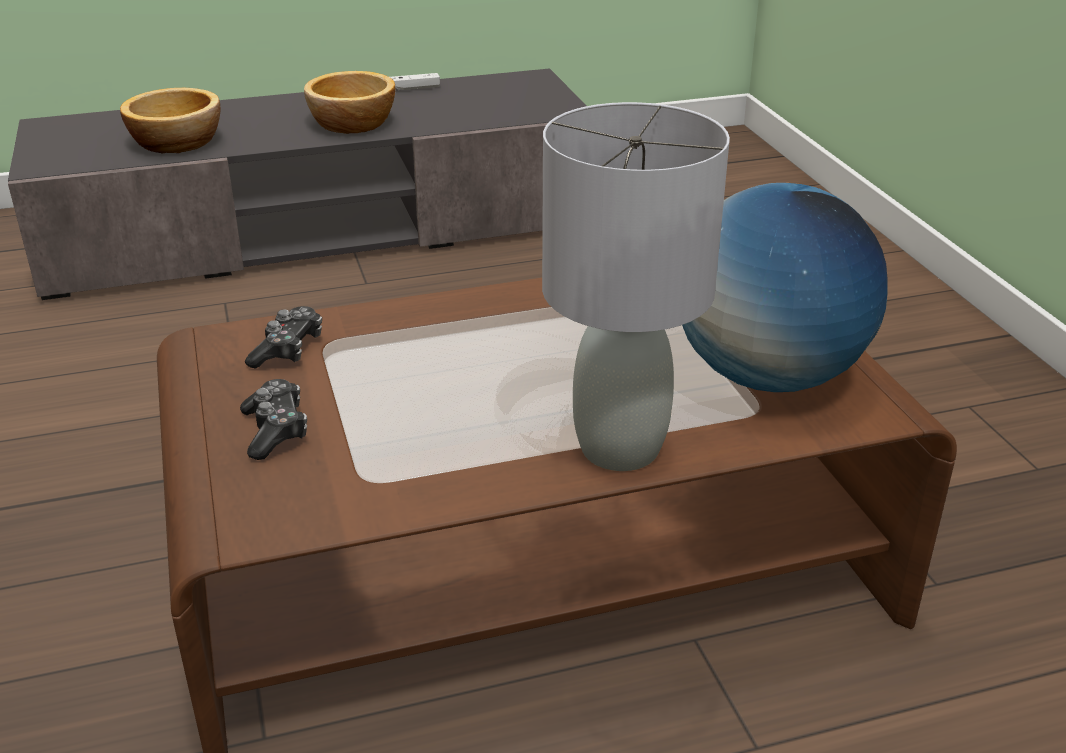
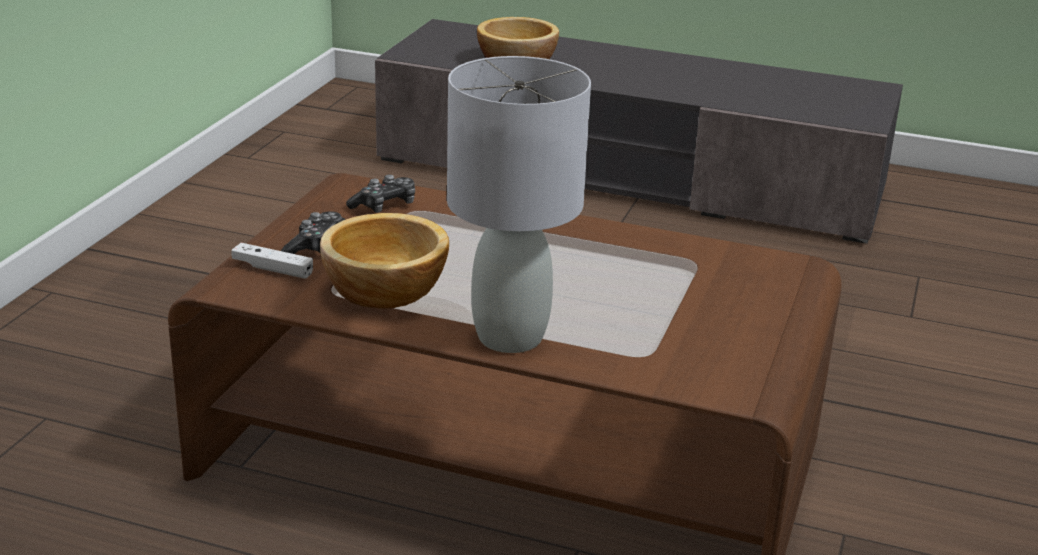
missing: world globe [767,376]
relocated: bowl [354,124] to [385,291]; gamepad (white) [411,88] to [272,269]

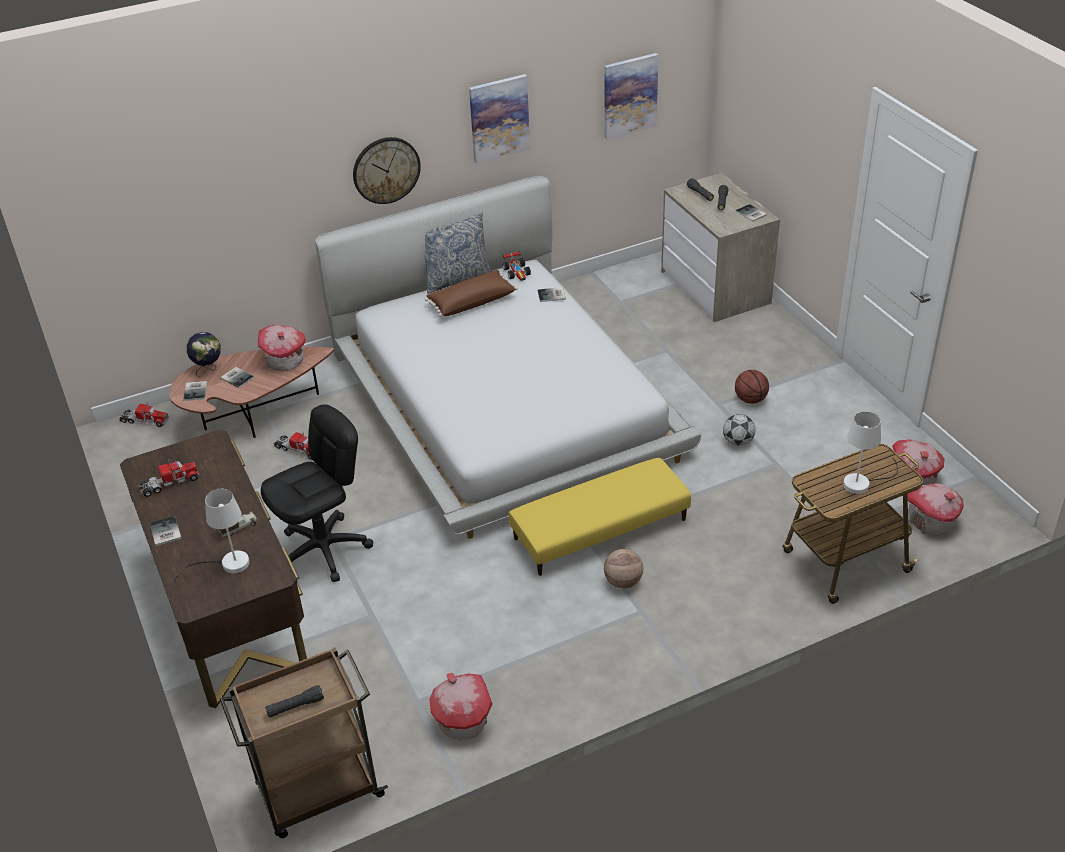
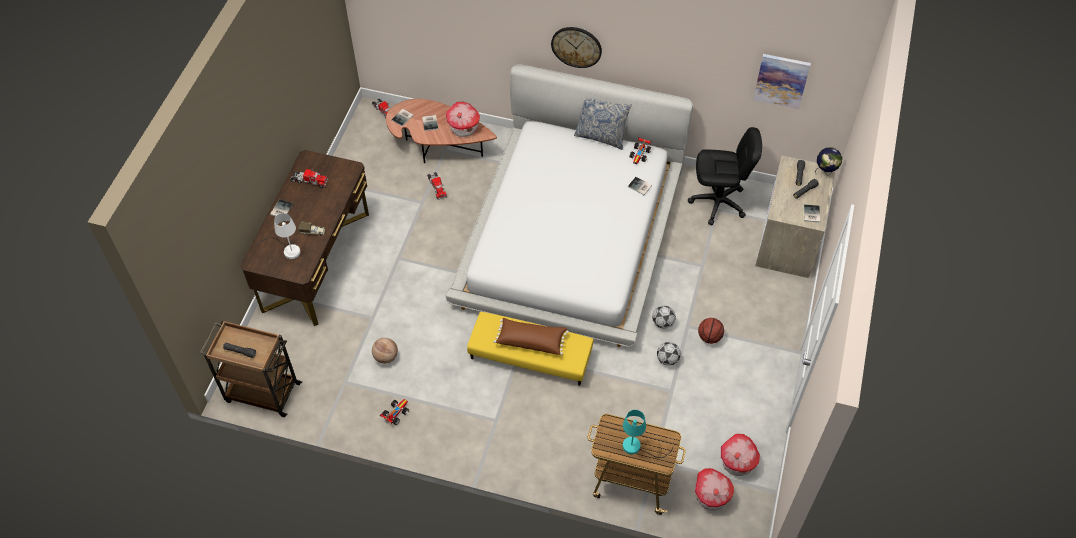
missing: miniature house [462,721]; wall art [499,118]
appeared: toy car [395,413]; football [662,323]
relocated: world globe [208,369] to [825,172]; office chair (black) [324,549] to [718,203]; cushion (brownish) [471,302] to [531,340]; ball for basketball [623,582] to [386,357]
colour: tabletop lamp (white) [862,482] to tabletop lamp (blue-green) [637,447]

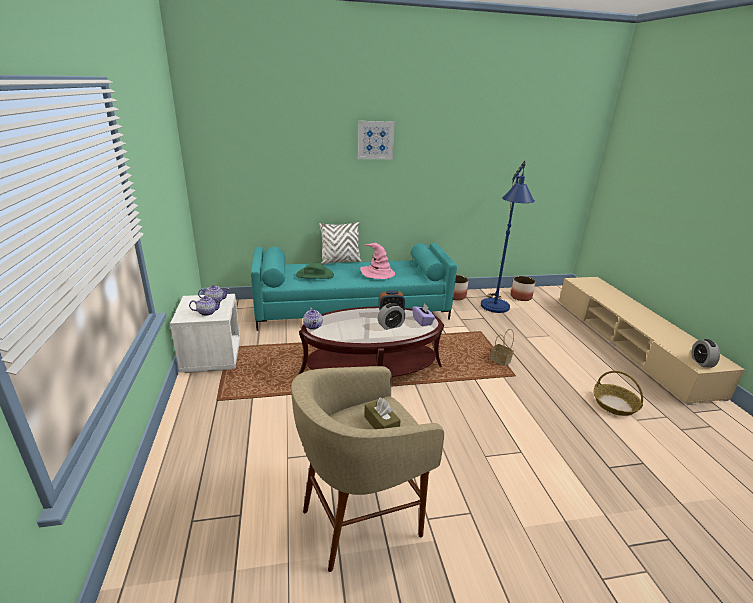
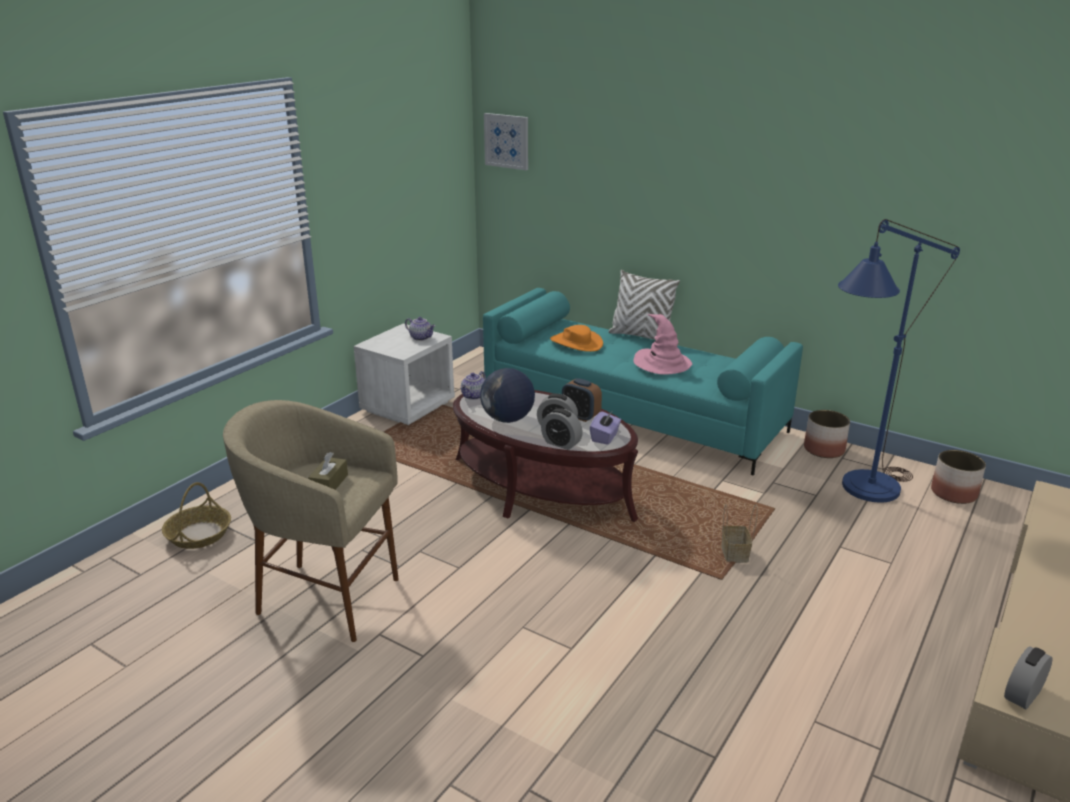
missing: tea pot [207,312]
appeared: world globe [507,419]; alarm clock [561,443]
relocated: wall art [375,140] to [507,141]; basket [614,404] to [199,534]
colour: wearable hat (green-coloured) [314,275] to wearable hat (orangey) [576,343]

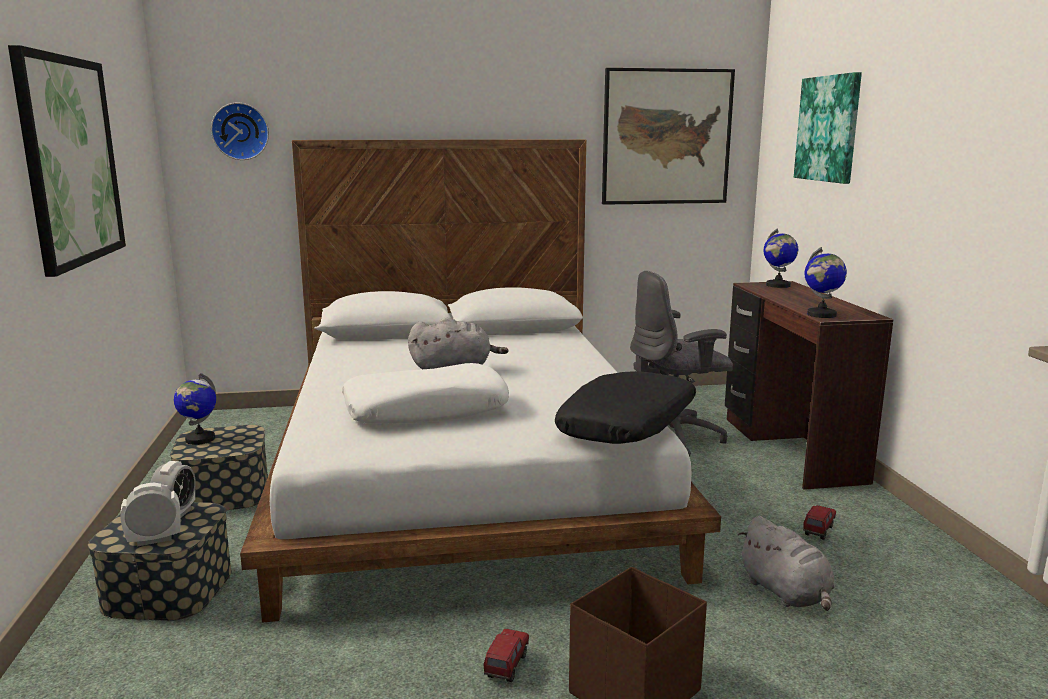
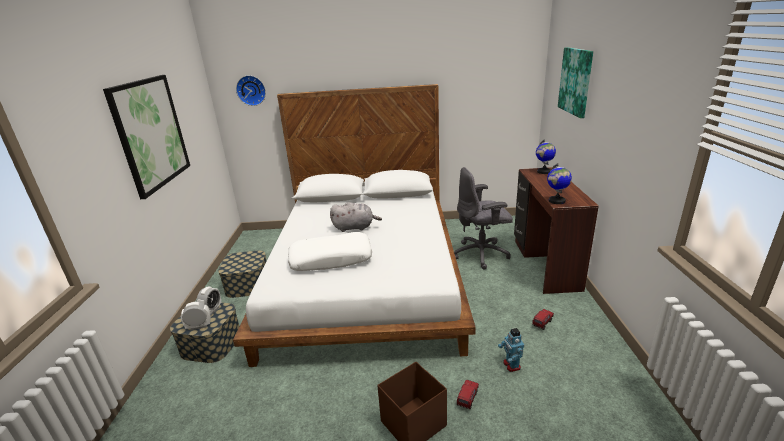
missing: world globe [199,439]; cushion (black) [628,425]; wall art [666,137]
relocated: toy truck [506,667] to [467,399]
exchanged: soft toy (greyish) [786,593] to model robot [511,365]

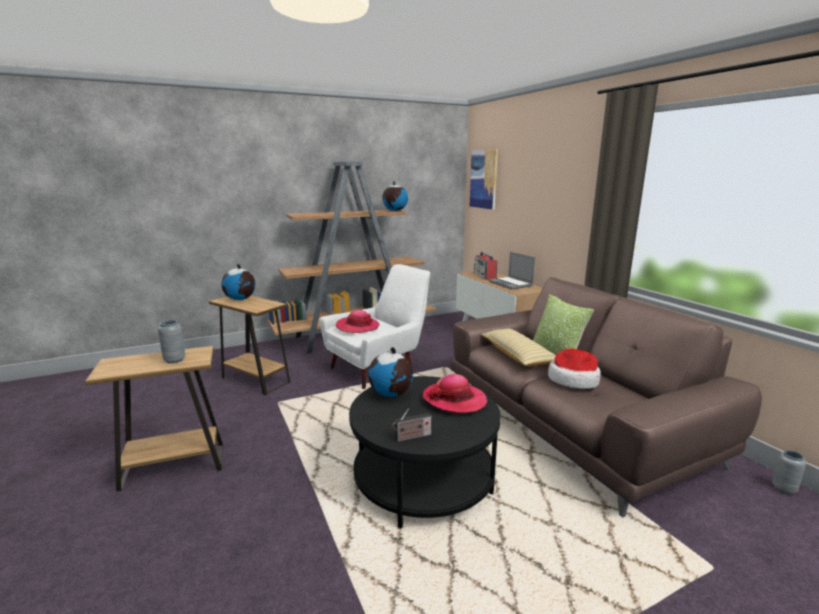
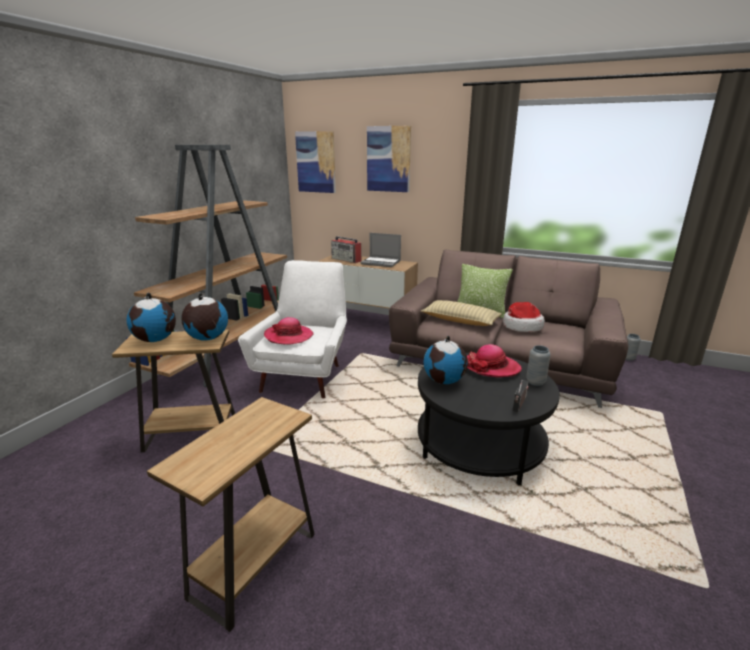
appeared: wall art [388,159]
relocated: vase (greyish) [174,360] to [535,382]; world globe [395,211] to [207,338]

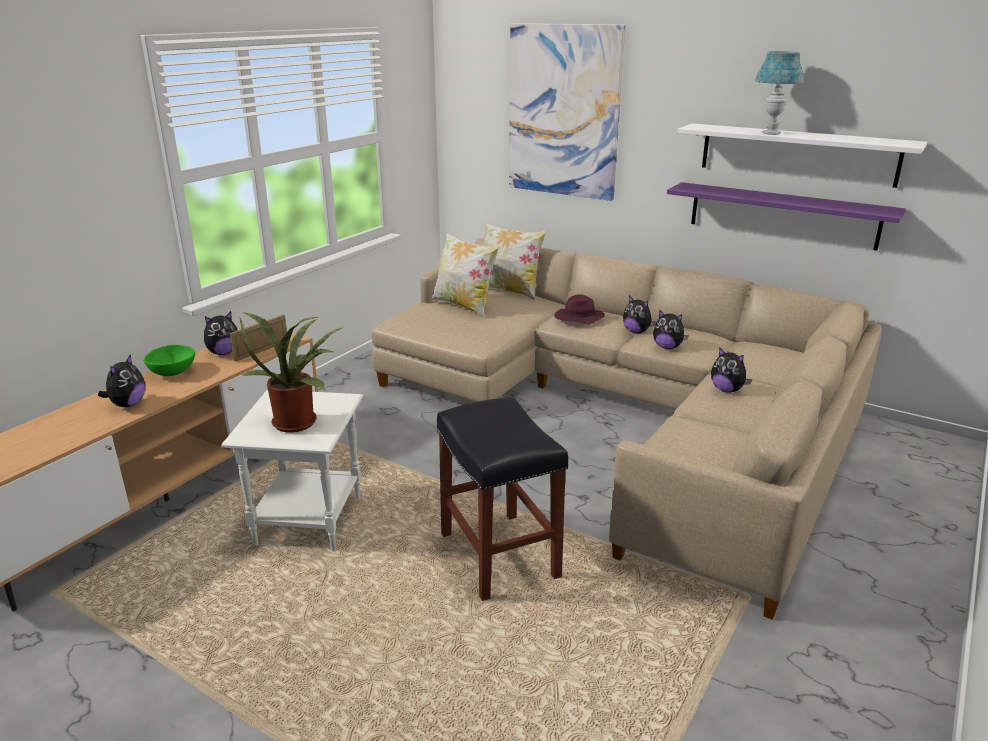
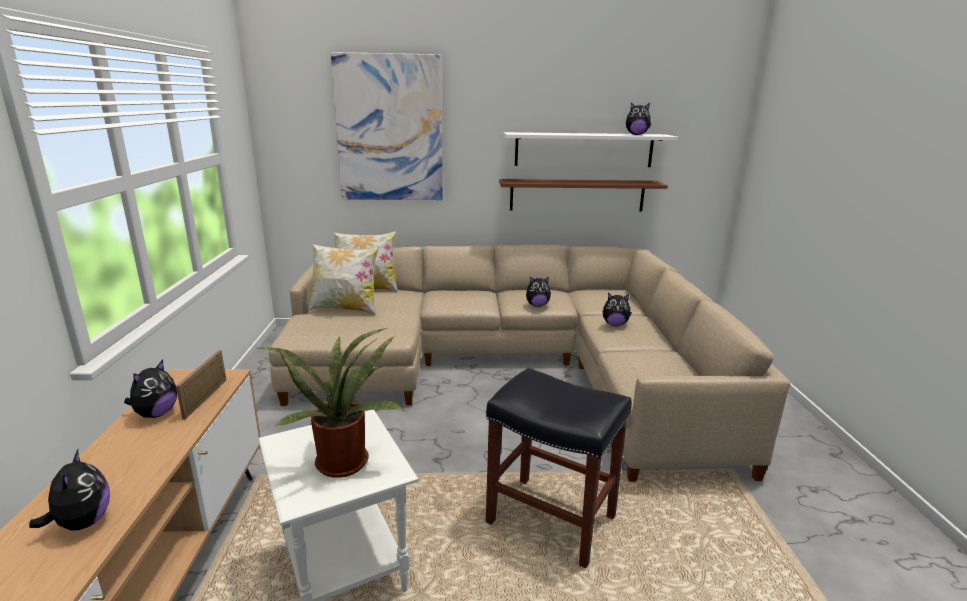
missing: bowl (green-coloured) [172,373]; wearable hat (purplish) [578,319]; tabletop lamp (blue) [771,133]
relocated: soft toy [637,332] to [636,135]
colour: shelf (purplish) [782,215] to shelf (brownish) [577,195]

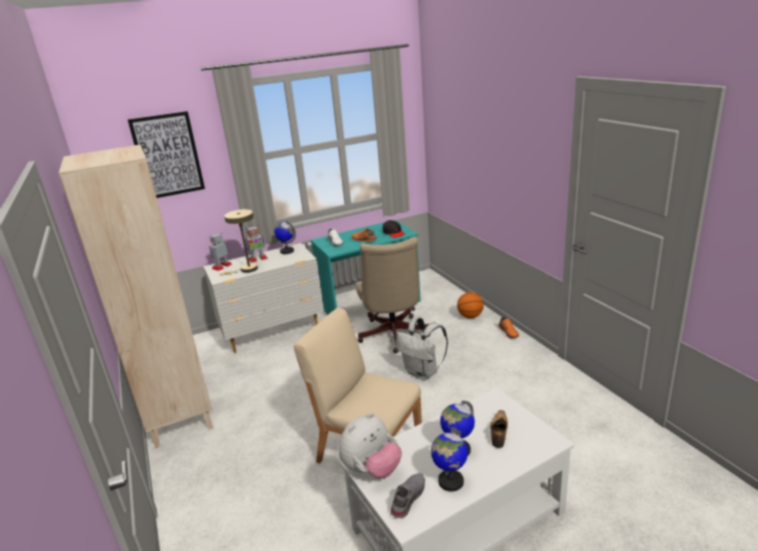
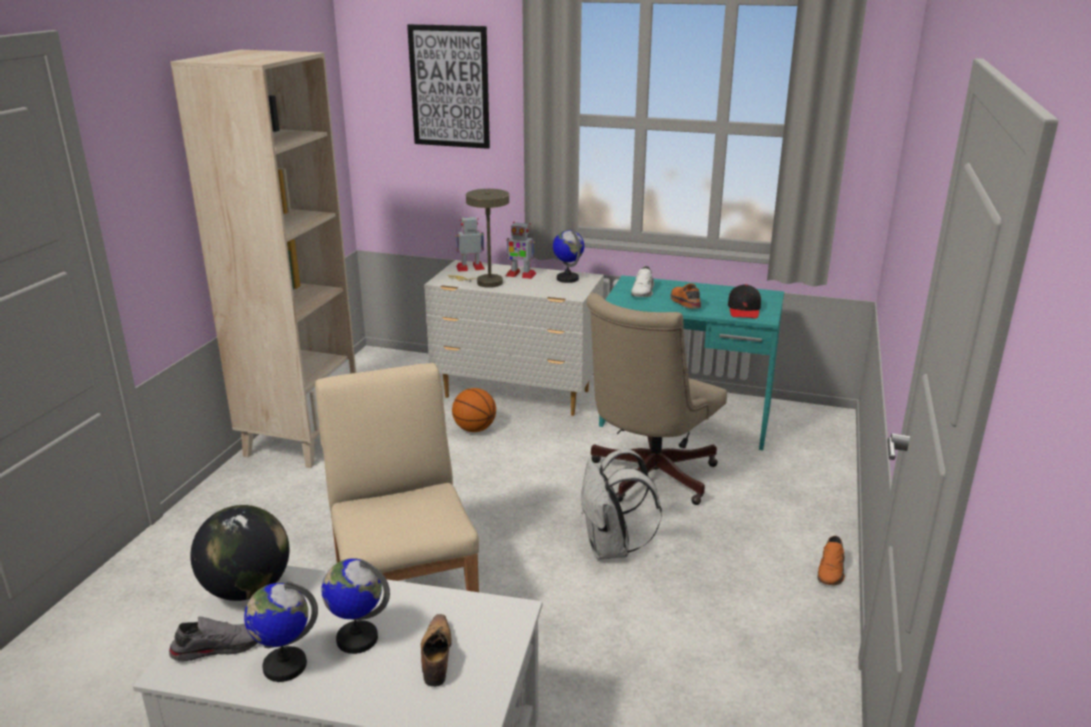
relocated: ball for basketball [470,316] to [474,429]
exchanged: soft toy [372,469] to world globe [247,589]
spun: shoe [499,432] = [436,656] 60 degrees counterclockwise

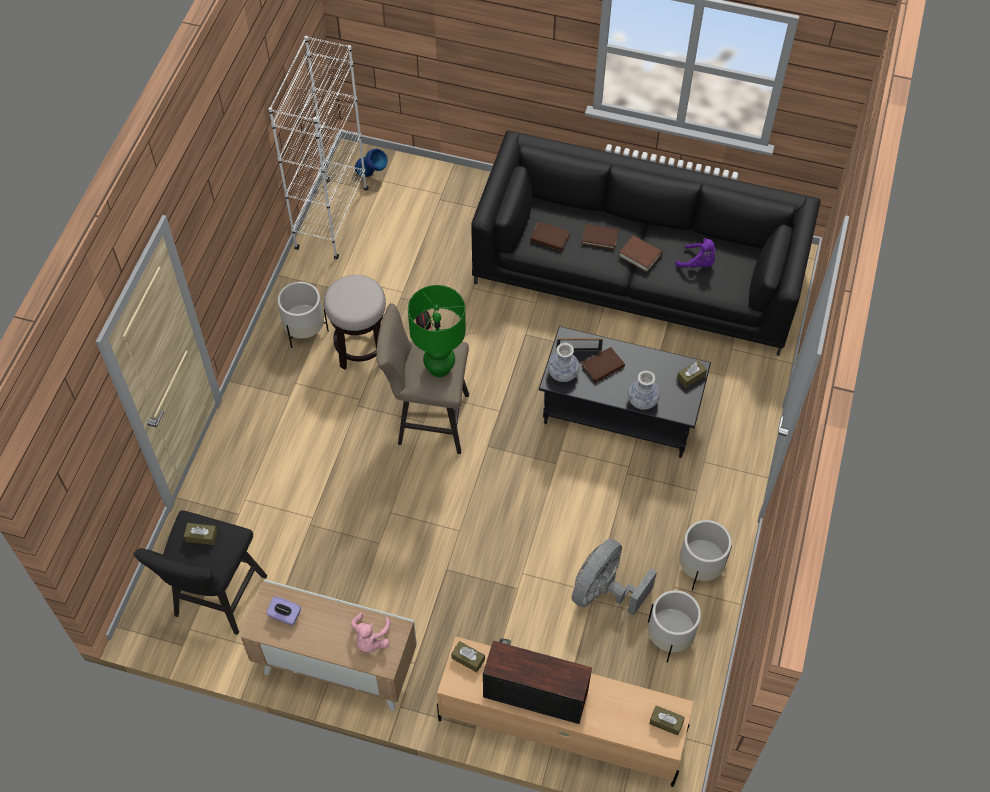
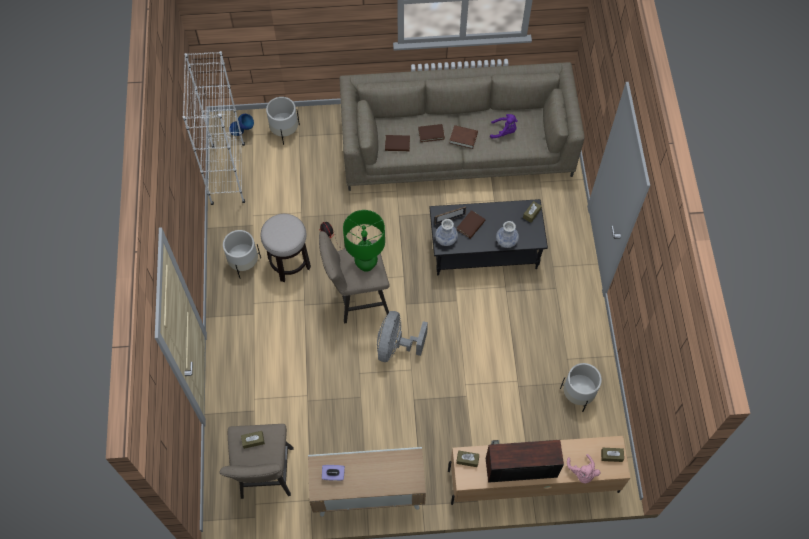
relocated: soft toy (pink) [371,639] to [582,472]; electric fan (greyish) [604,591] to [396,346]; planter (white) [699,568] to [284,131]
colour: stool seat (black) [216,601] to stool seat (beige-coloured) [265,477]; couch (black) [638,273] to couch (beige-coloured) [457,147]

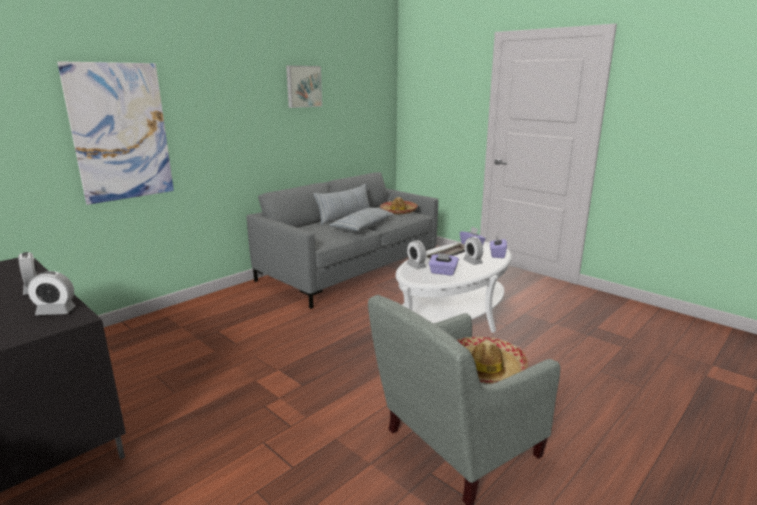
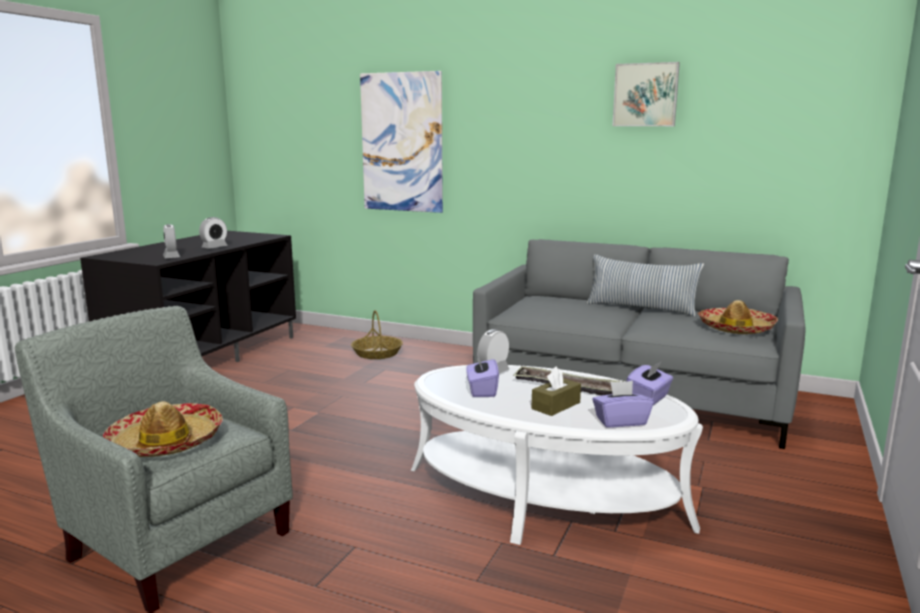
missing: cushion [363,227]
appeared: basket [377,353]
exchanged: alarm clock [472,262] to tissue box (brownish) [556,405]

